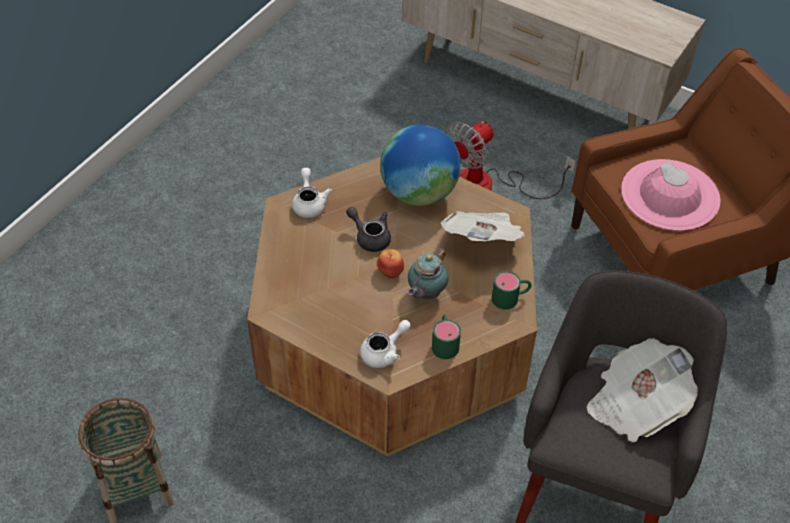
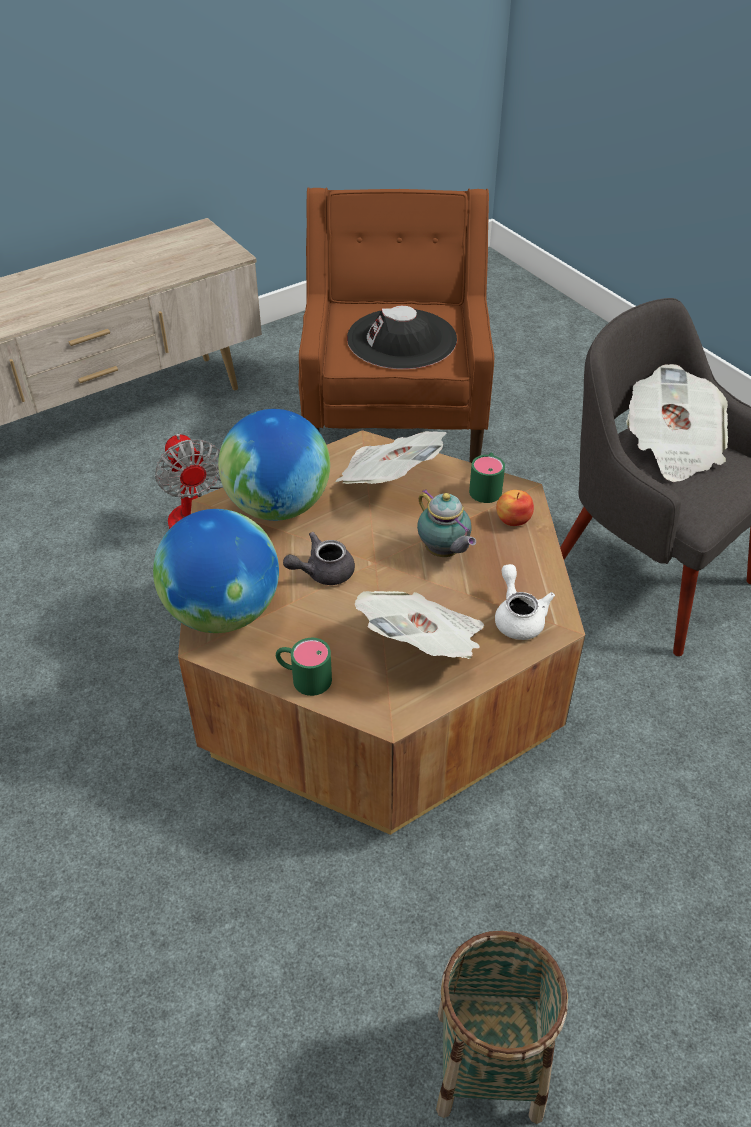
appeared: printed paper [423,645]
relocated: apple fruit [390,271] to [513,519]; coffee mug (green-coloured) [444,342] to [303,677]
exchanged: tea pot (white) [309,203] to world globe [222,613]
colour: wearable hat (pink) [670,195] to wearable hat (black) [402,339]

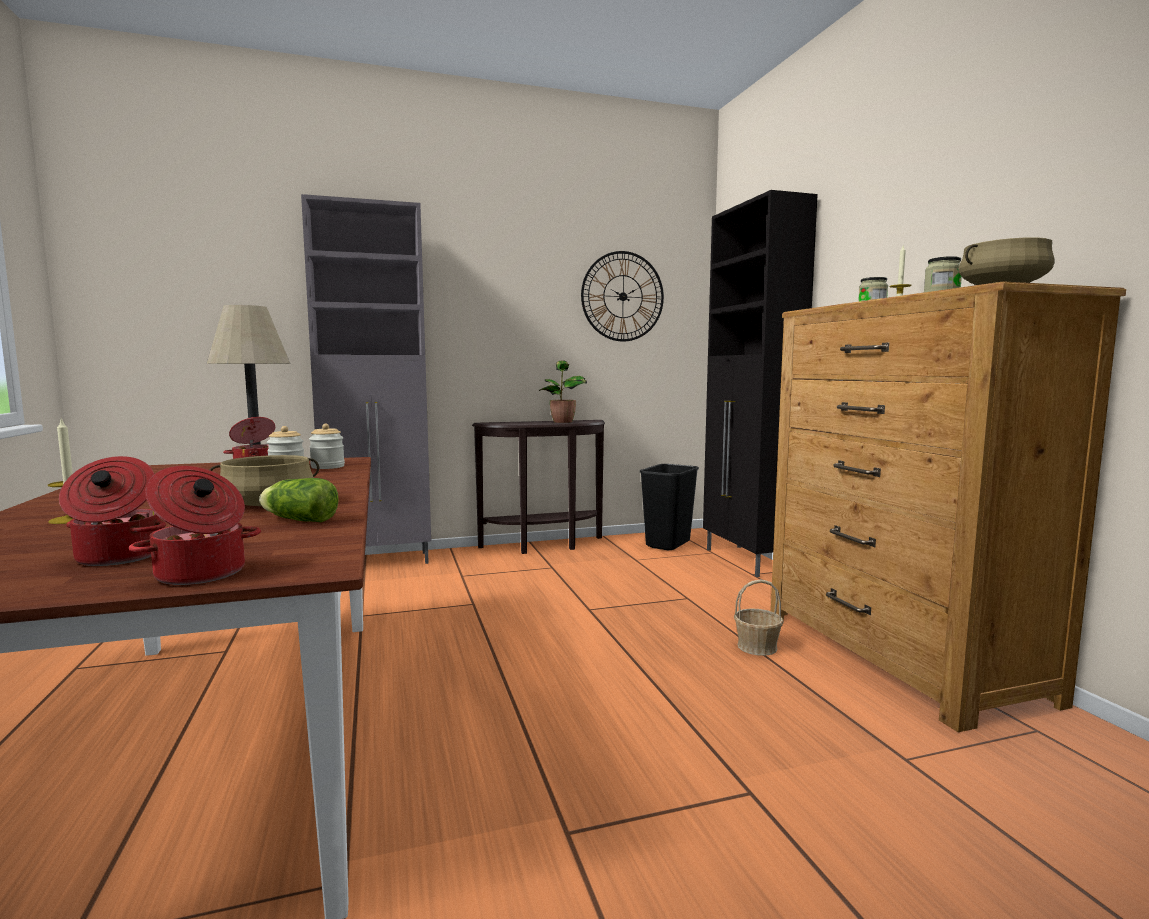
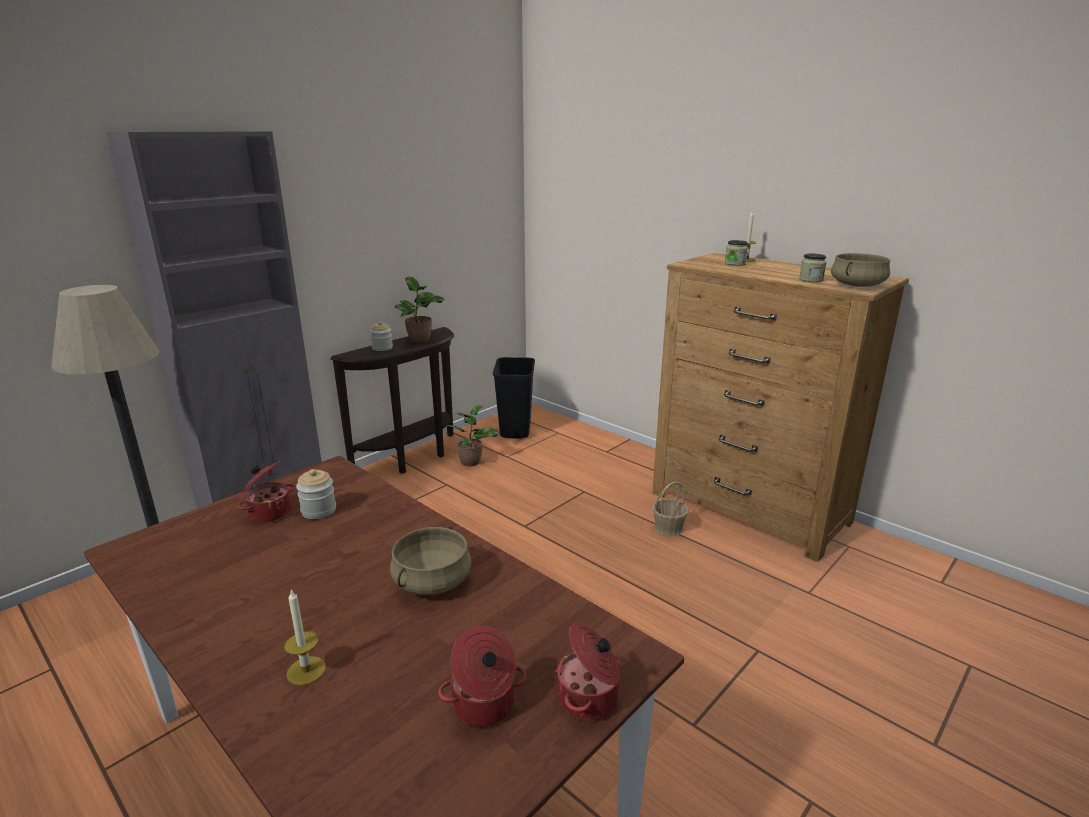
missing: lettuce head [298,520]; wall clock [622,296]; storage cabinet (black) [747,561]
appeared: houseplant [471,461]
relocated: jar [327,467] to [382,348]

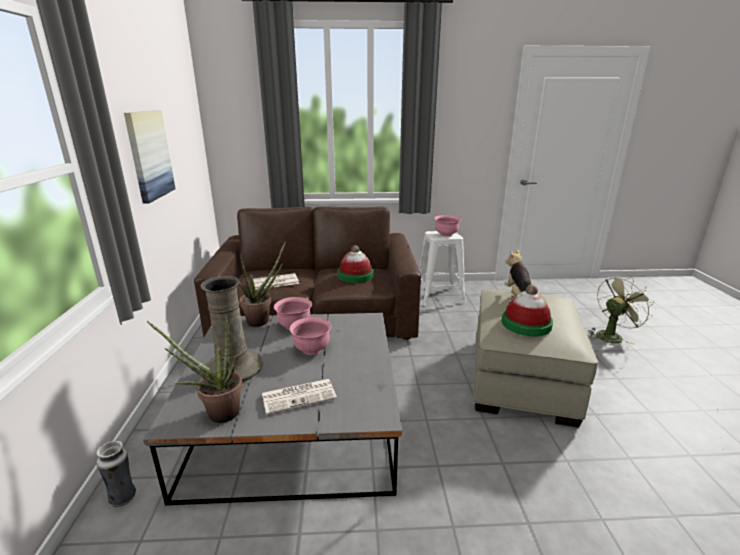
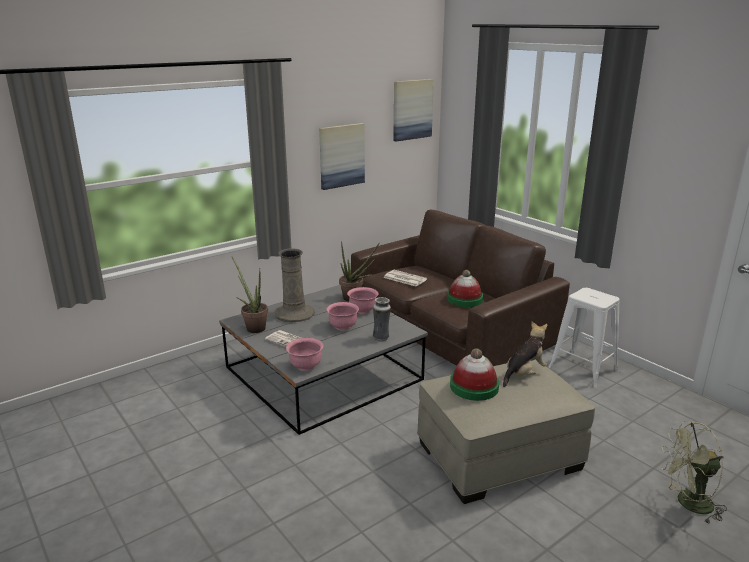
appeared: wall art [412,109]
relocated: vase [124,497] to [381,338]; bowl (pink) [446,234] to [305,366]
spun: electric fan (green-coloured) [611,335] = [688,504] 150 degrees clockwise

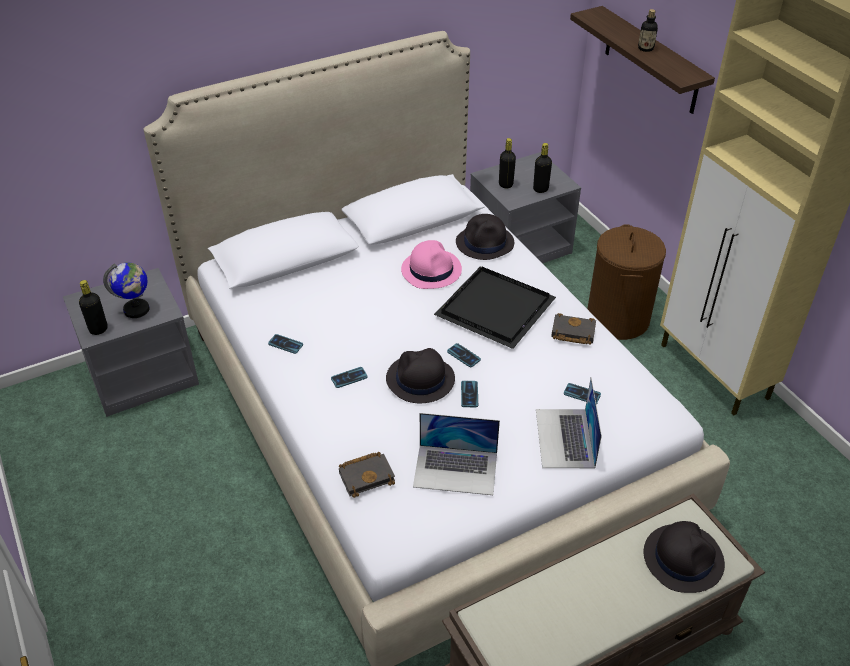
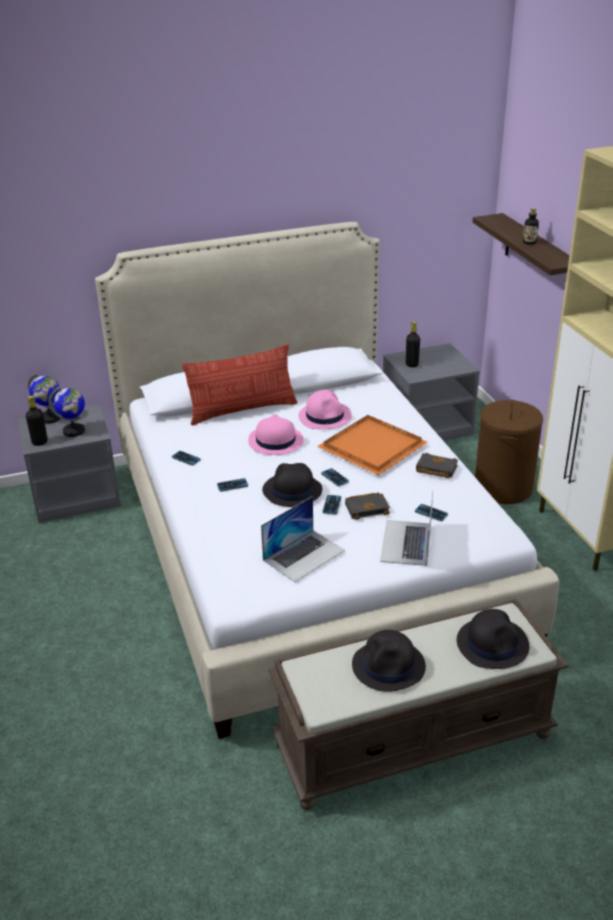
missing: bottle (black) [540,189]
appeared: world globe [50,418]; cushion [242,410]; wearable hat (pink) [275,441]
relocated: volume (black) [367,475] to [367,508]; wearable hat (black) [485,243] to [389,666]
colour: tray (black) [496,310] to tray (orangey) [372,448]
spun: notebook computer [456,469] = [304,555] 60 degrees counterclockwise

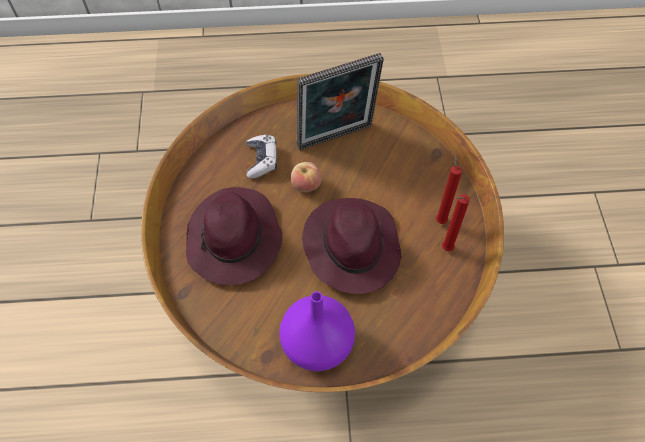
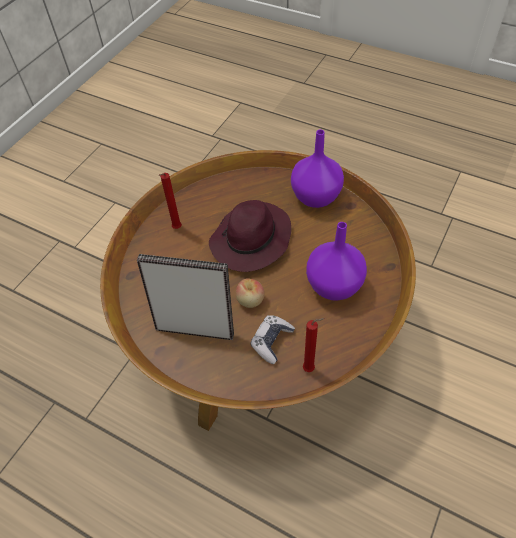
relocated: wax light (reddish) [445,249] to [310,369]
exchanged: wearable hat (purplish) [234,240] to vase (purplish) [333,285]

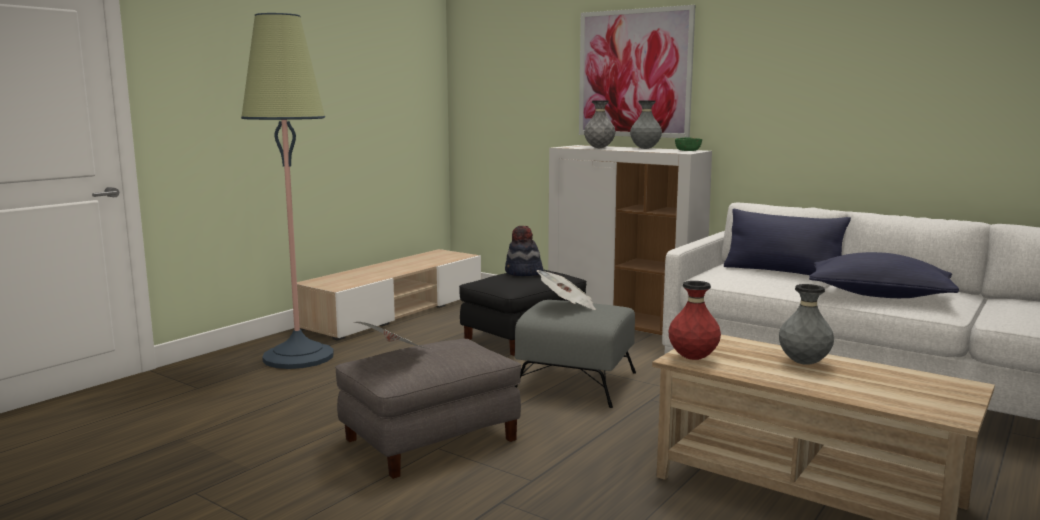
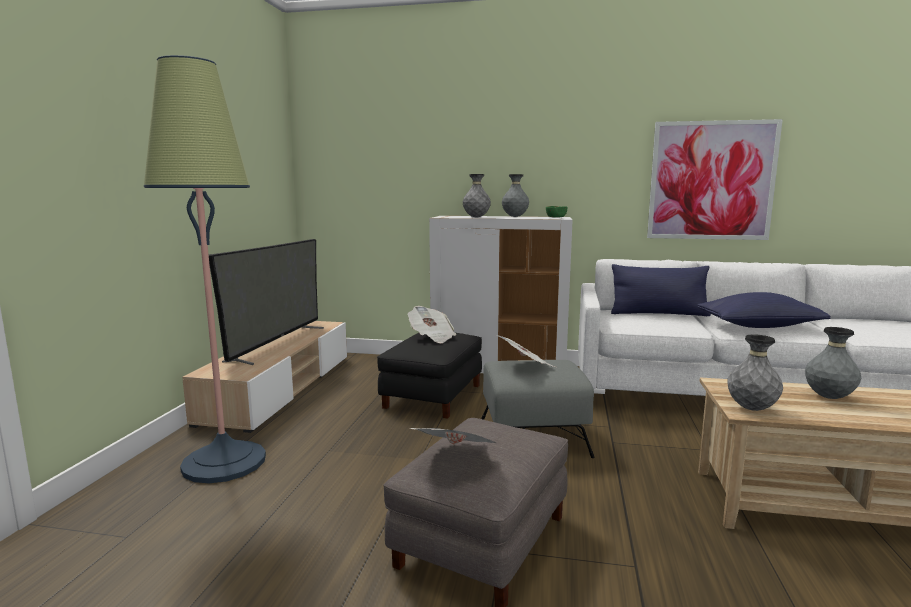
appeared: television [277,343]
relocated: wall art [634,73] to [711,181]
exchanged: wearable hat [523,273] to printed paper [432,337]
colour: vase (reddish) [693,358] to vase (greyish) [751,409]

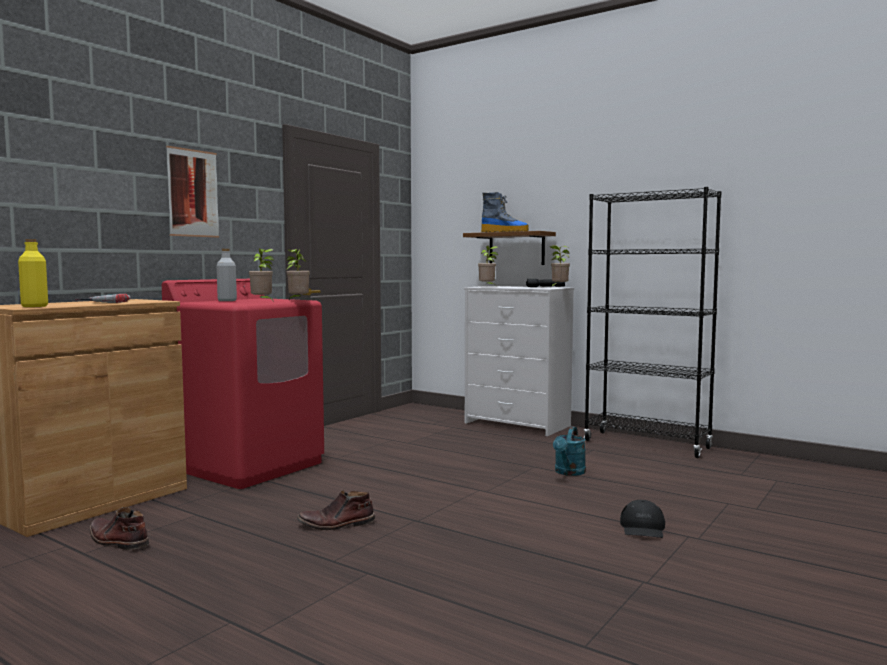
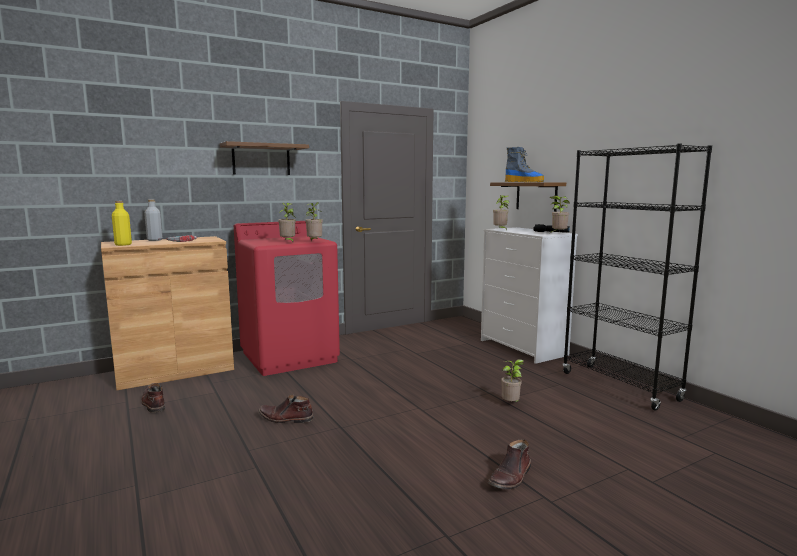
relocated: bottle (greyish) [227,300] to [154,240]
exchanged: wall art [193,193] to shelf (brownish) [261,159]; watering can (blue-green) [568,472] to houseplant [511,404]; cap (black) [643,528] to boot (brownish) [511,477]

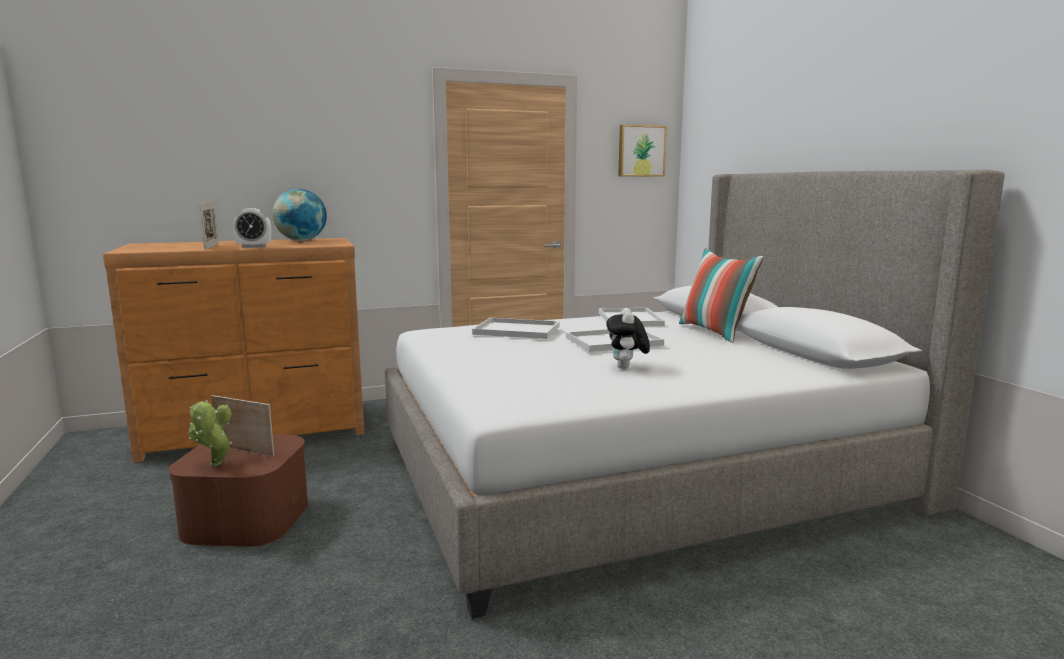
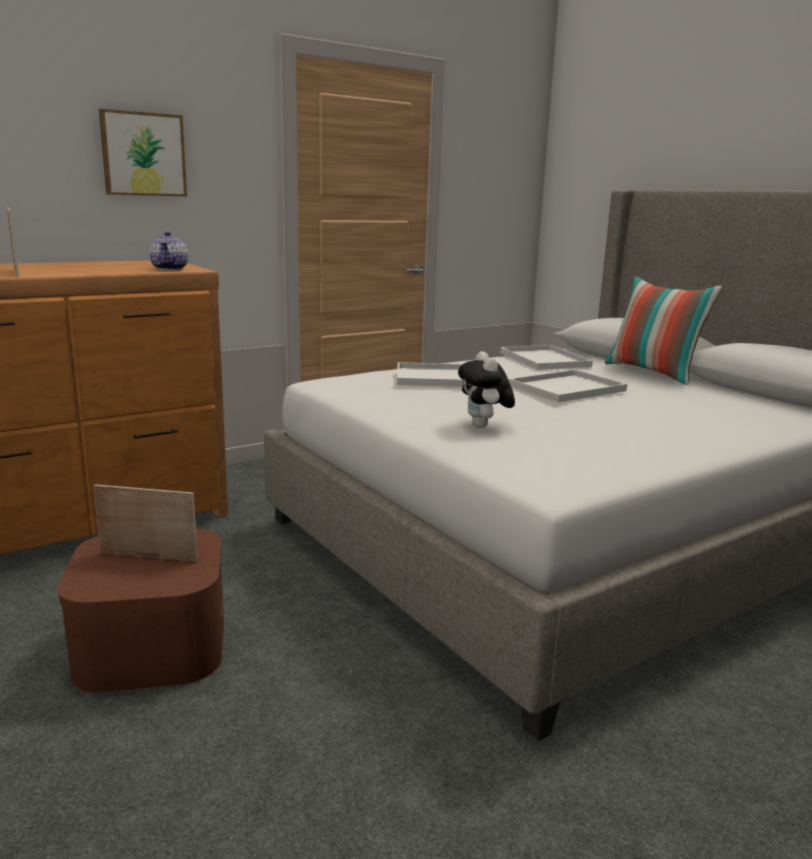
missing: houseplant [215,465]; alarm clock [254,247]; world globe [301,240]
appeared: tea pot [170,269]
relocated: soft toy [626,368] to [484,426]; wall art [641,151] to [143,154]

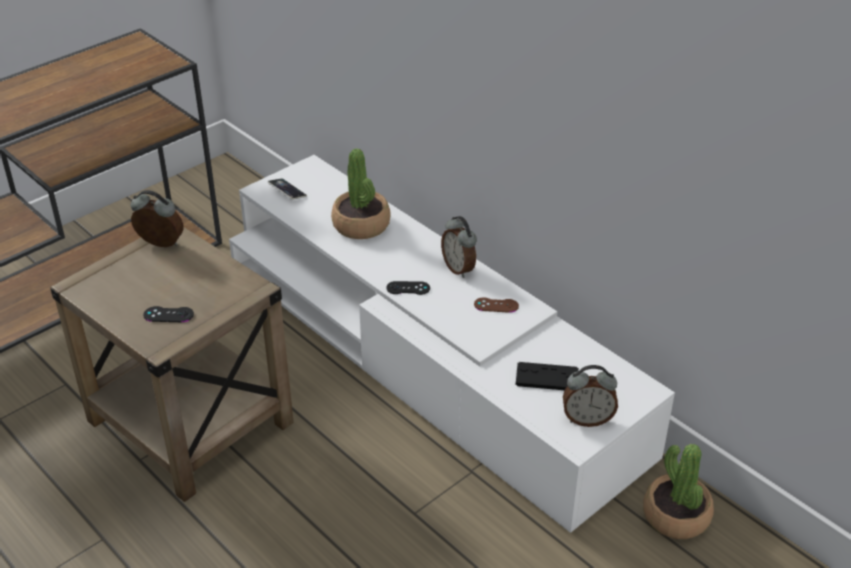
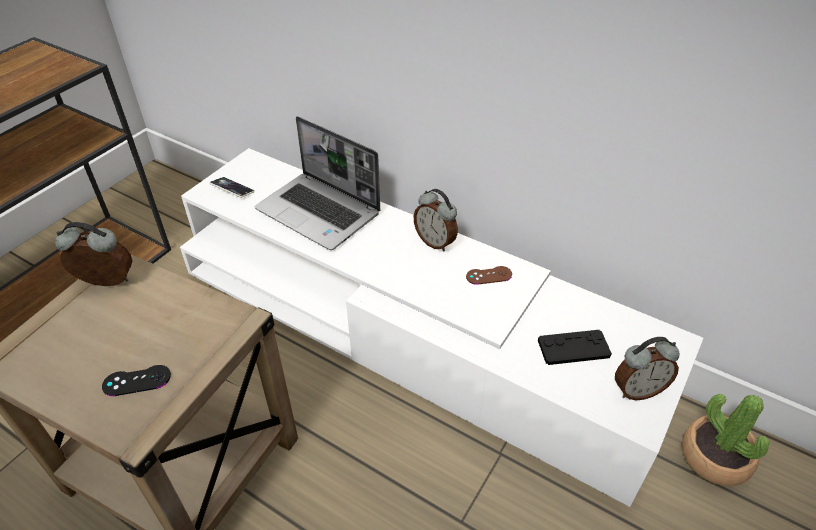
missing: gamepad (black) [408,288]
exchanged: houseplant [361,225] to notebook computer [320,212]

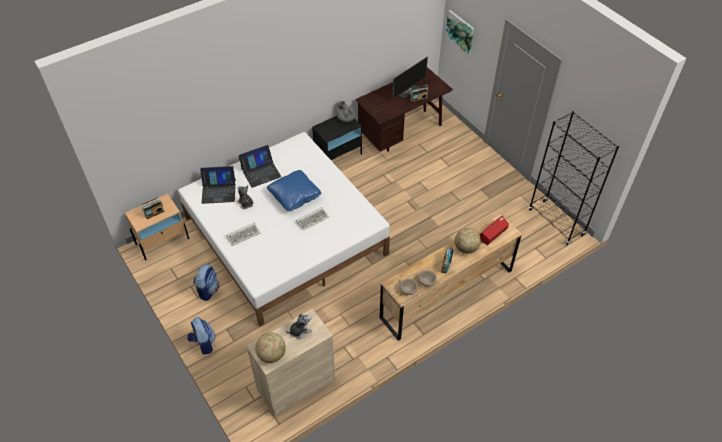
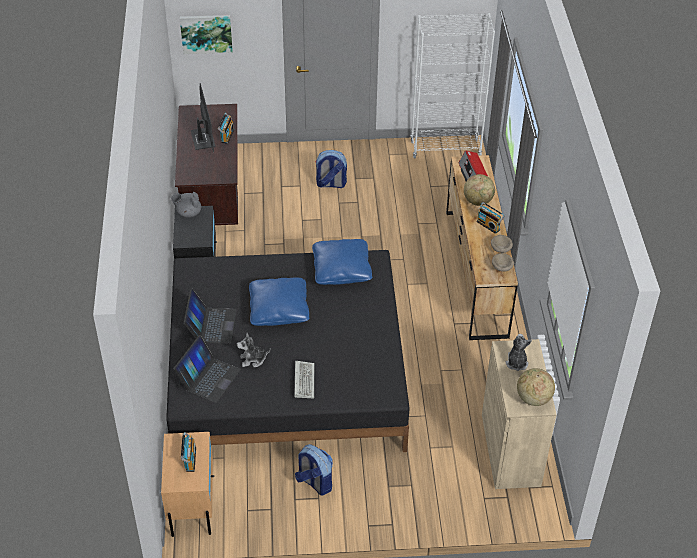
missing: computer keyboard [313,219]
appeared: cushion (blue) [341,270]
relocated: rucksack [203,343] to [330,184]
colour: bedroom bed (white) [285,236] to bedroom bed (black) [286,372]; shelving unit (black) [556,222] to shelving unit (white) [445,148]

